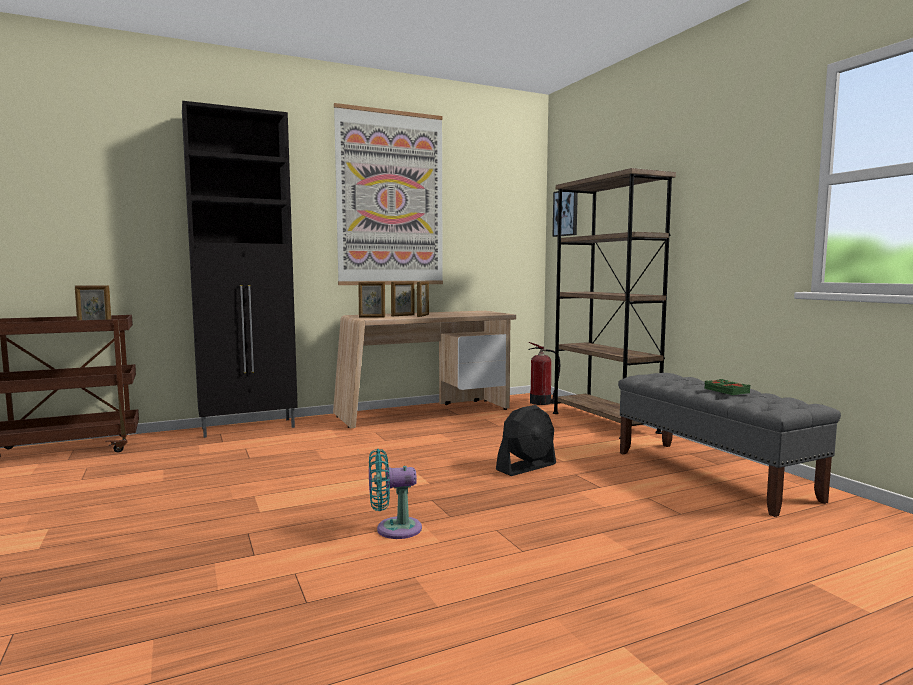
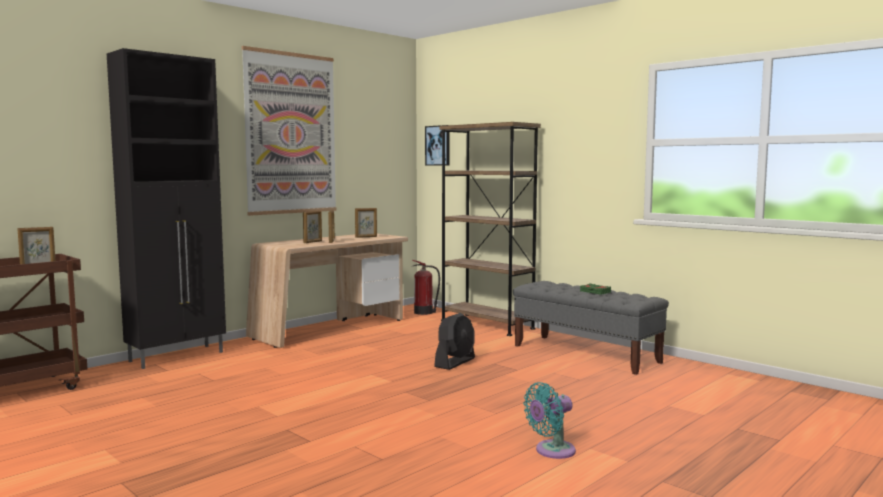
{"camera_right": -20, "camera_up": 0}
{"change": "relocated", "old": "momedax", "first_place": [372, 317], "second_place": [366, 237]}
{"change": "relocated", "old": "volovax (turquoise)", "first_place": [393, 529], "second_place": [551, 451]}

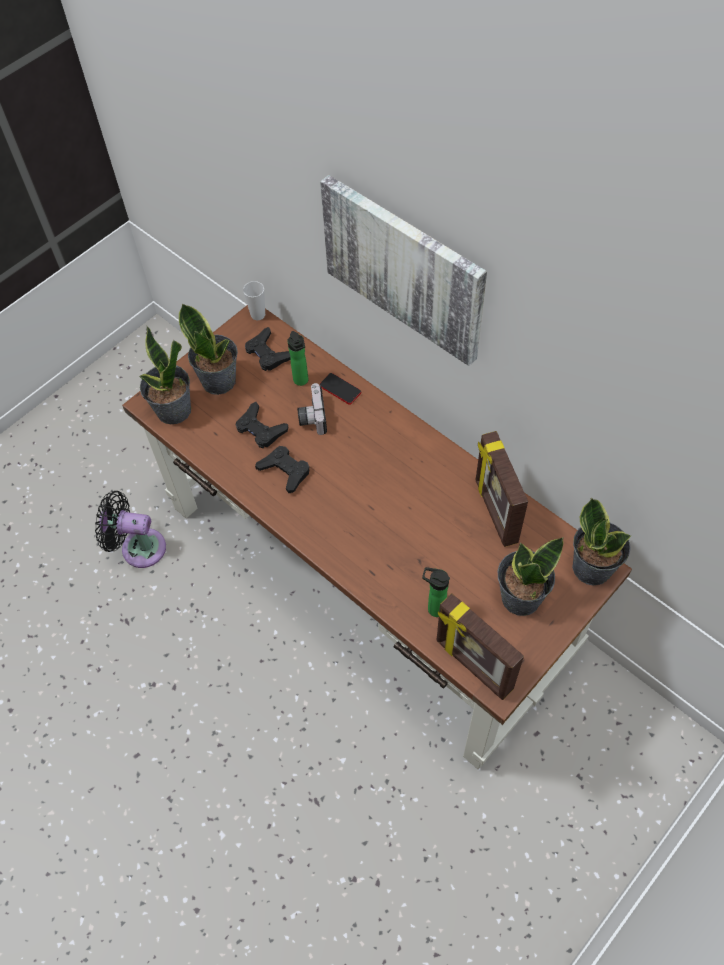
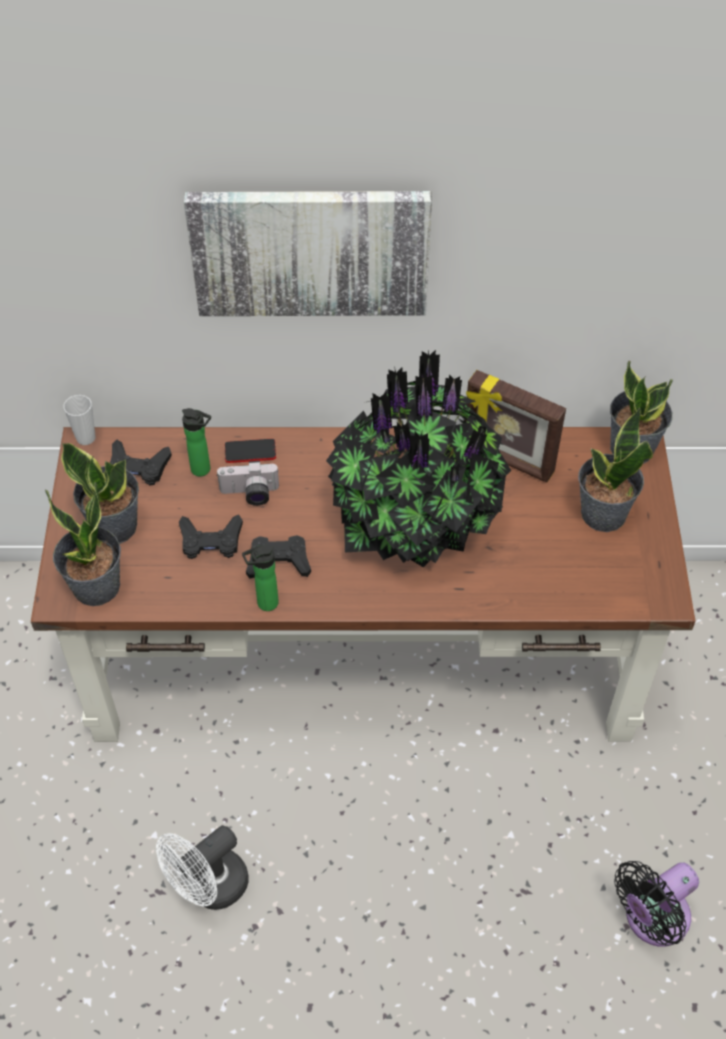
{"camera_right": -45, "camera_up": -5}
{"change": "appeared", "new": "volovax (white)", "second_place": [209, 888]}
{"change": "spun", "old": "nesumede", "first_place": [311, 416], "second_place": [249, 494], "degrees": -45}
{"change": "relocated", "old": "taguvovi", "first_place": [433, 608], "second_place": [264, 604]}
{"change": "appeared", "new": "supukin", "second_place": [415, 517]}
{"change": "relocated", "old": "volovax (black)", "first_place": [139, 547], "second_place": [651, 919]}
{"change": "missing", "old": "momedax", "first_place": [473, 666]}

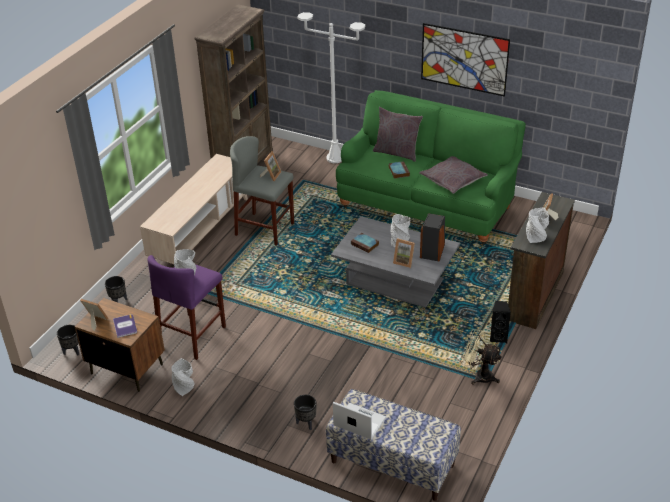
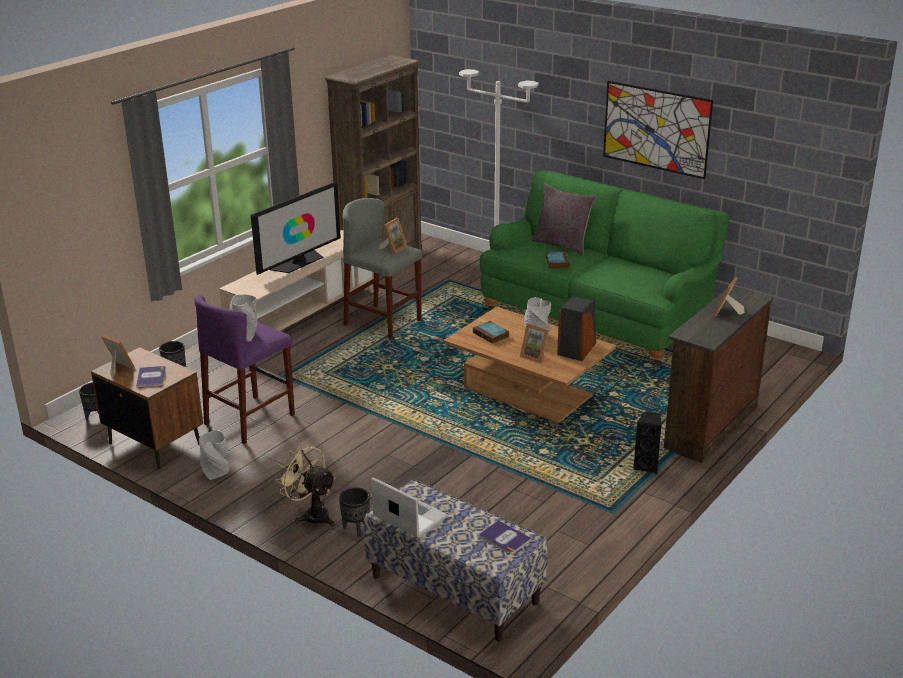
{"camera_right": 10, "camera_up": -10}
{"change": "appeared", "new": "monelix", "second_place": [299, 262]}
{"change": "relocated", "old": "volovax (beige)", "first_place": [479, 376], "second_place": [311, 514]}
{"change": "colour", "old": "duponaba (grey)", "new": "duponaba (brown)", "first_place": [395, 282], "second_place": [528, 392]}
{"change": "appeared", "new": "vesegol", "second_place": [504, 538]}
{"change": "missing", "old": "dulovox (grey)", "first_place": [452, 180]}
{"change": "missing", "old": "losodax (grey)", "first_place": [536, 238]}

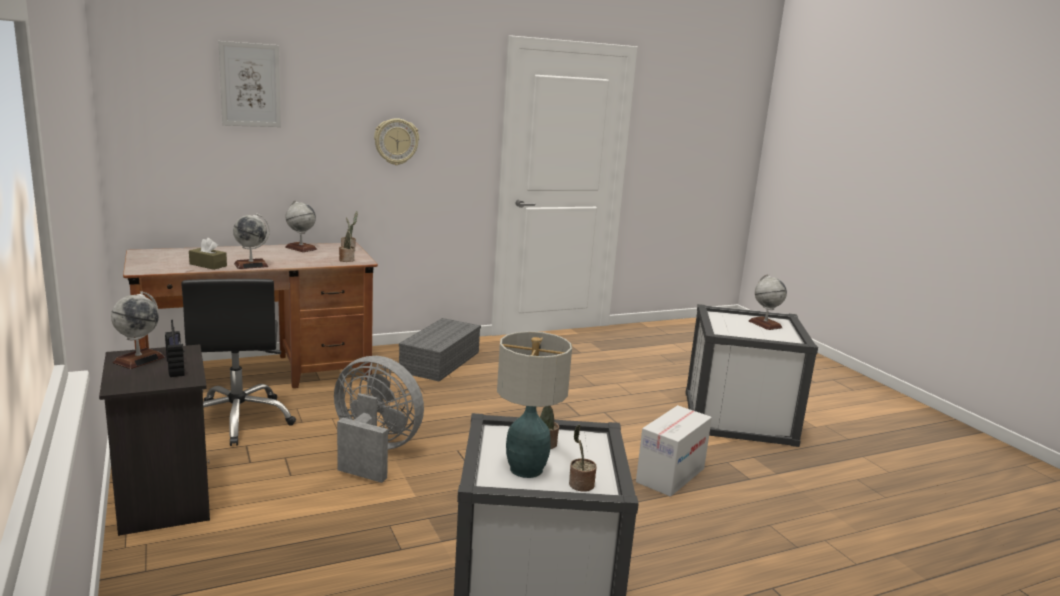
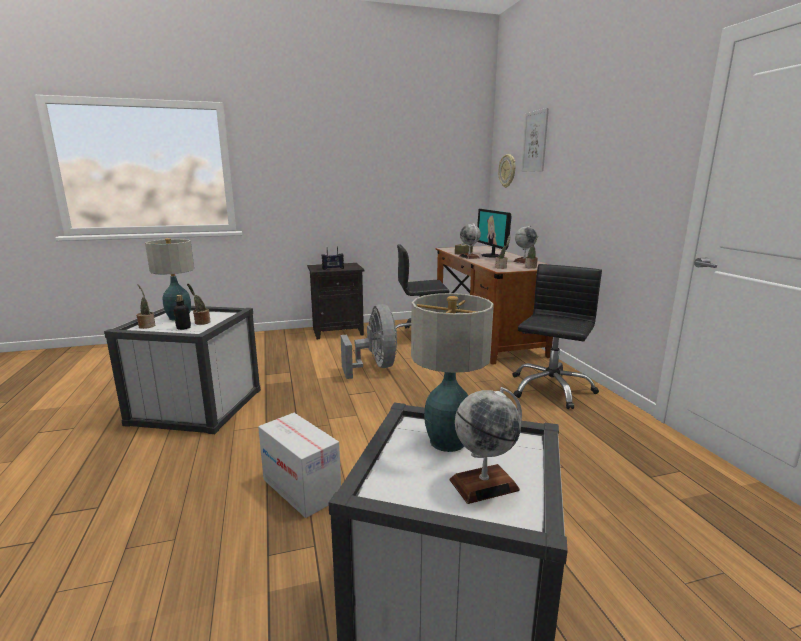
{"camera_right": 100, "camera_up": 0}
{"change": "appeared", "new": "taguvovi", "second_place": [183, 328]}
{"change": "spun", "old": "volovax (grey)", "first_place": [373, 453], "second_place": [375, 367], "degrees": -45}
{"change": "appeared", "new": "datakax", "second_place": [447, 441]}
{"change": "appeared", "new": "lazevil", "second_place": [492, 255]}
{"change": "relocated", "old": "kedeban", "first_place": [396, 141], "second_place": [507, 171]}
{"change": "exchanged", "old": "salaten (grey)", "new": "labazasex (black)", "first_place": [440, 361], "second_place": [550, 389]}
{"change": "missing", "old": "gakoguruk", "first_place": [139, 360]}

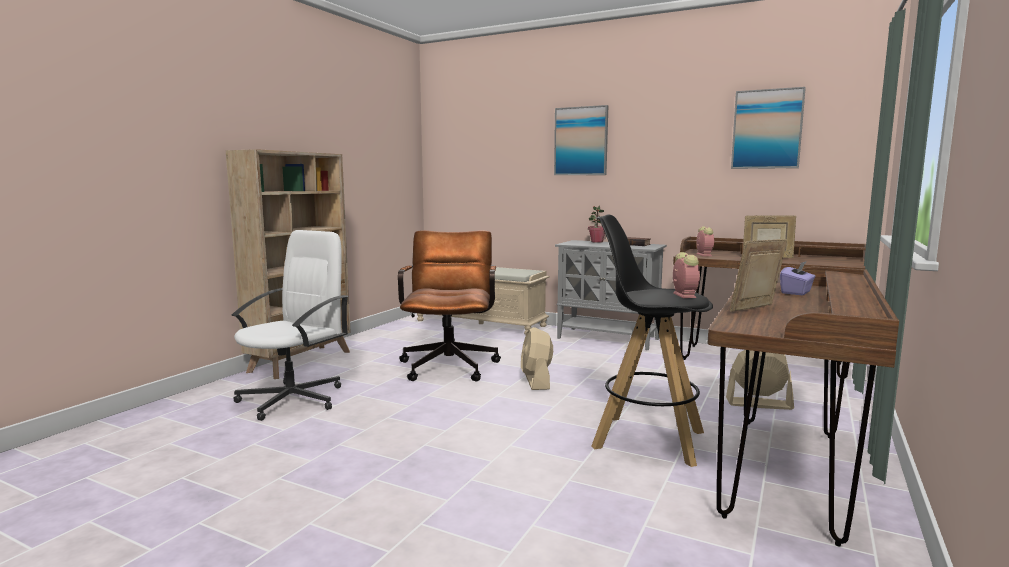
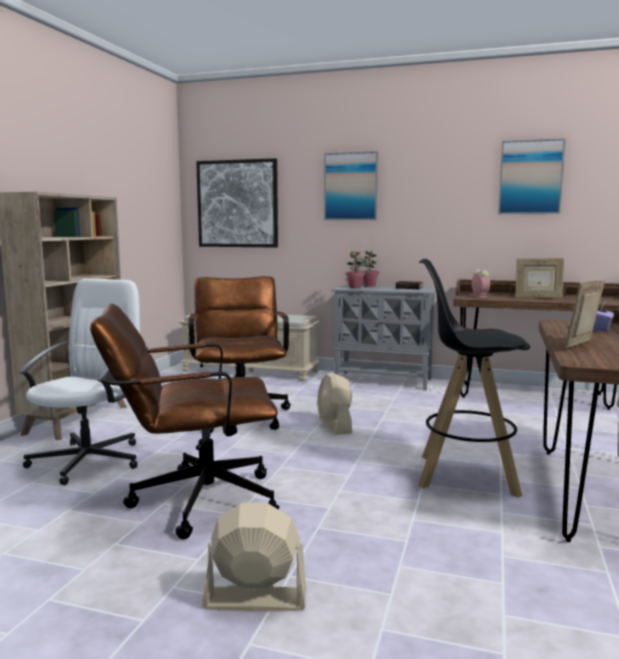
{"camera_right": -10, "camera_up": 0}
{"change": "appeared", "new": "labazasex (brown)", "second_place": [191, 501]}
{"change": "appeared", "new": "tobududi", "second_place": [237, 204]}
{"change": "relocated", "old": "volovax (beige)", "first_place": [758, 403], "second_place": [254, 599]}
{"change": "appeared", "new": "supukin", "second_place": [355, 287]}
{"change": "missing", "old": "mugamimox", "first_place": [683, 295]}

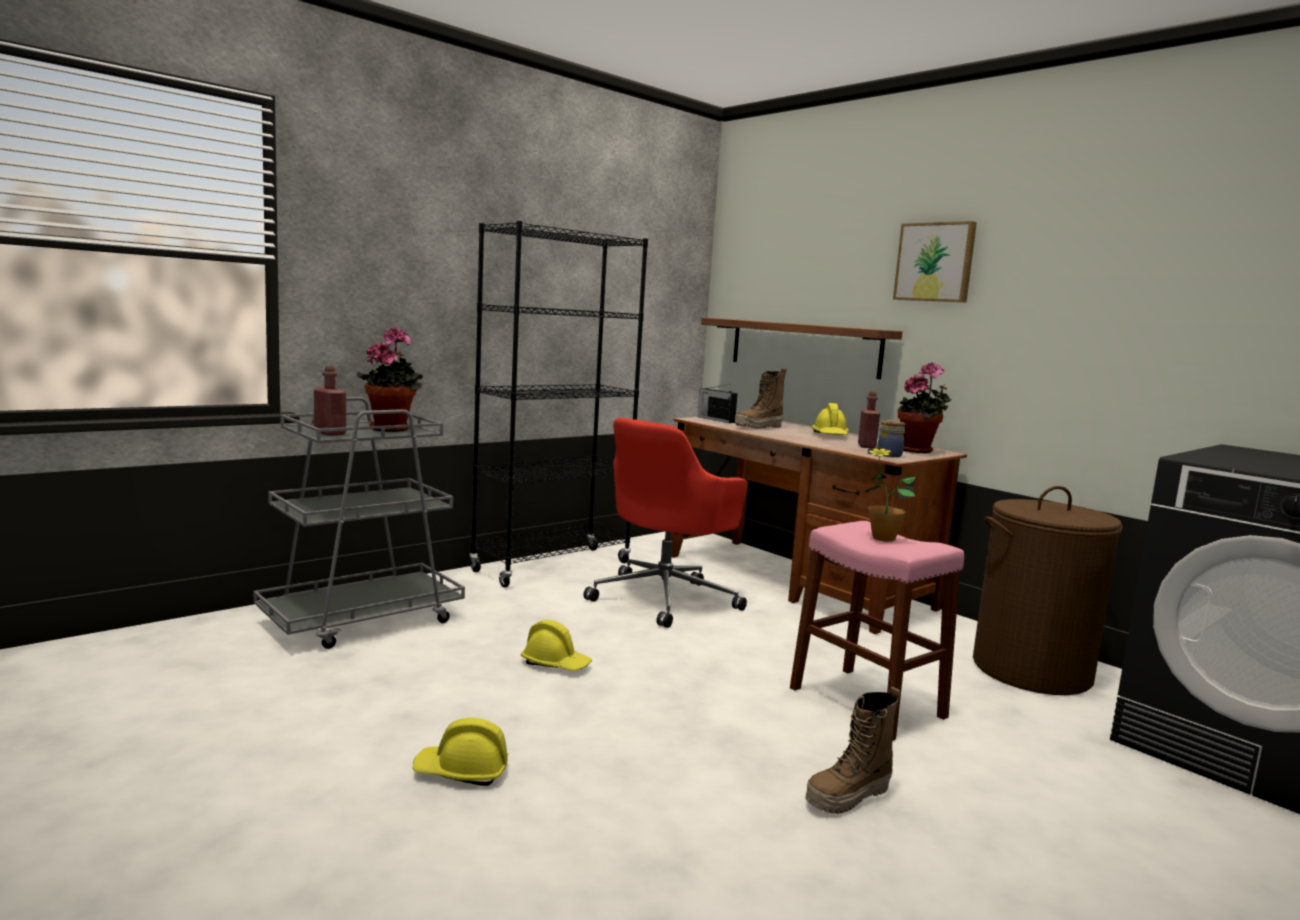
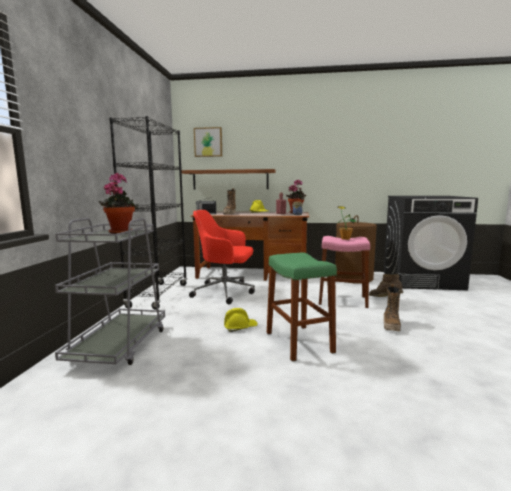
{"camera_right": -40, "camera_up": 0}
{"change": "spun", "old": "labazasex (red)", "first_place": [665, 598], "second_place": [225, 292], "degrees": 105}
{"change": "relocated", "old": "tobududi", "first_place": [935, 262], "second_place": [208, 142]}
{"change": "appeared", "new": "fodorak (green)", "second_place": [299, 342]}
{"change": "appeared", "new": "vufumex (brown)", "second_place": [385, 299]}
{"change": "missing", "old": "taguvovi (red)", "first_place": [330, 433]}
{"change": "missing", "old": "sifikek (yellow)", "first_place": [461, 772]}

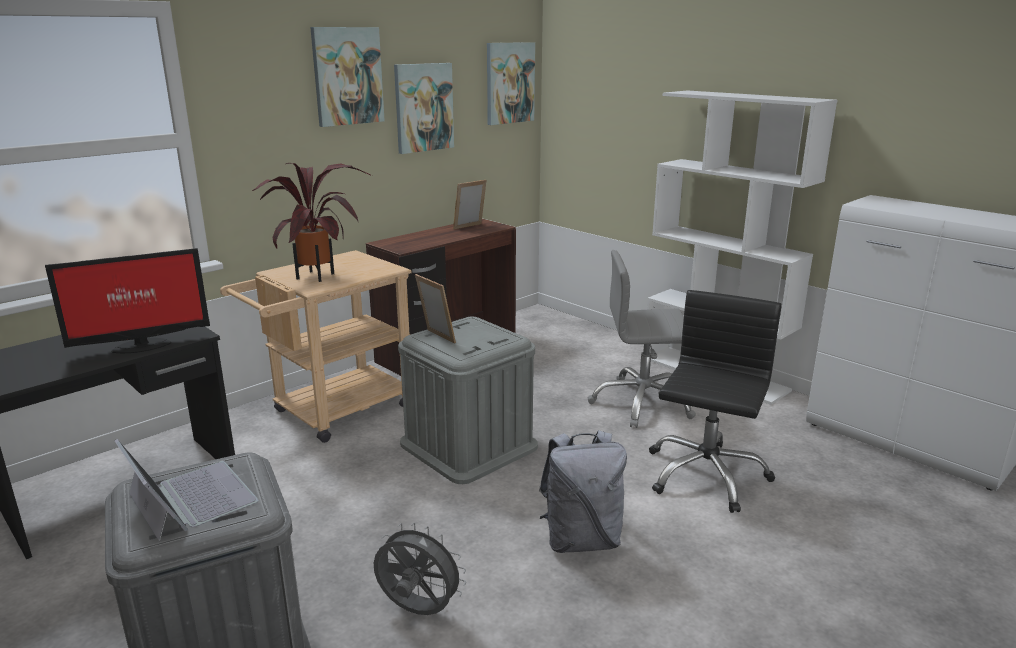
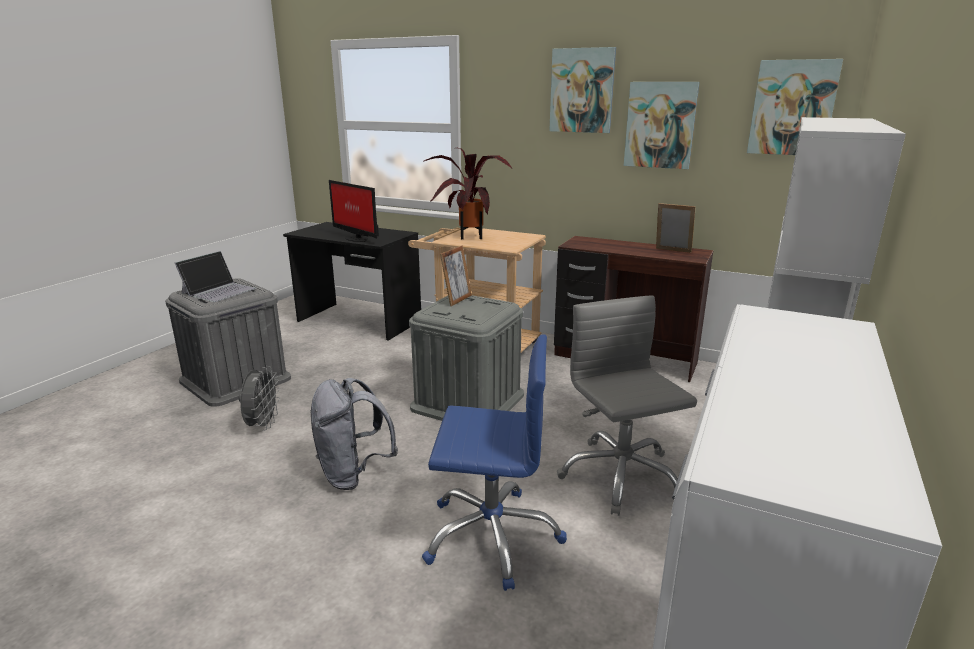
{"camera_right": 70, "camera_up": 0}
{"change": "colour", "old": "labazasex (black)", "new": "labazasex (blue)", "first_place": [705, 474], "second_place": [492, 535]}

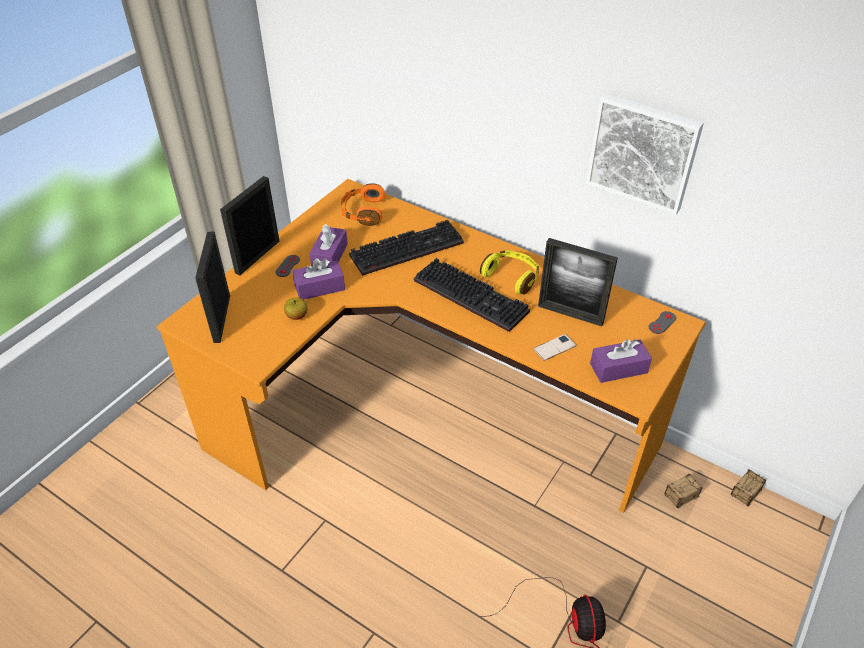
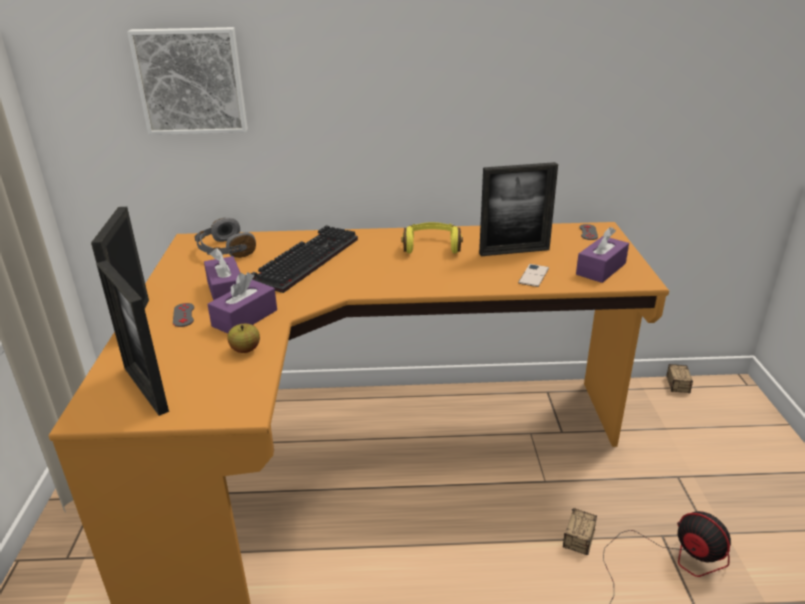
{"camera_right": -35, "camera_up": -15}
{"change": "relocated", "old": "tobududi", "first_place": [643, 152], "second_place": [191, 81]}
{"change": "colour", "old": "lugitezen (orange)", "new": "lugitezen (grey)", "first_place": [363, 212], "second_place": [225, 250]}
{"change": "relocated", "old": "salaten", "first_place": [666, 503], "second_place": [573, 557]}
{"change": "missing", "old": "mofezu", "first_place": [473, 296]}

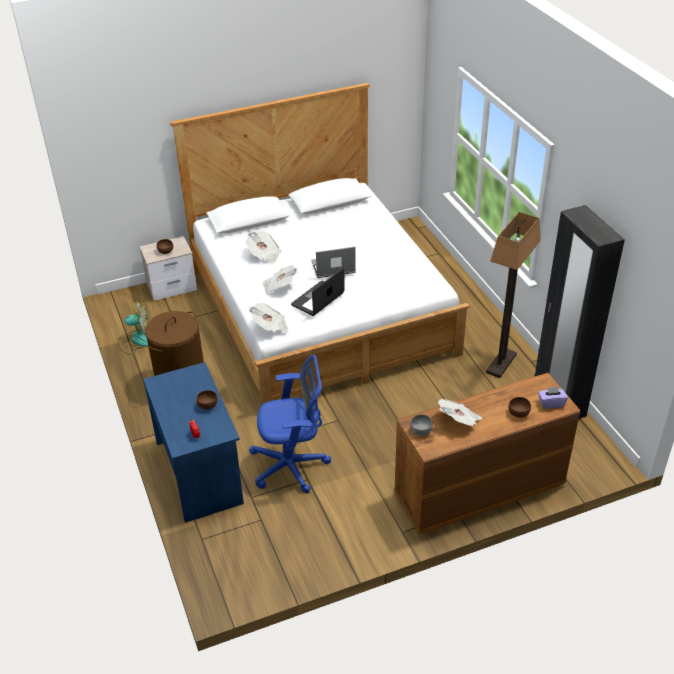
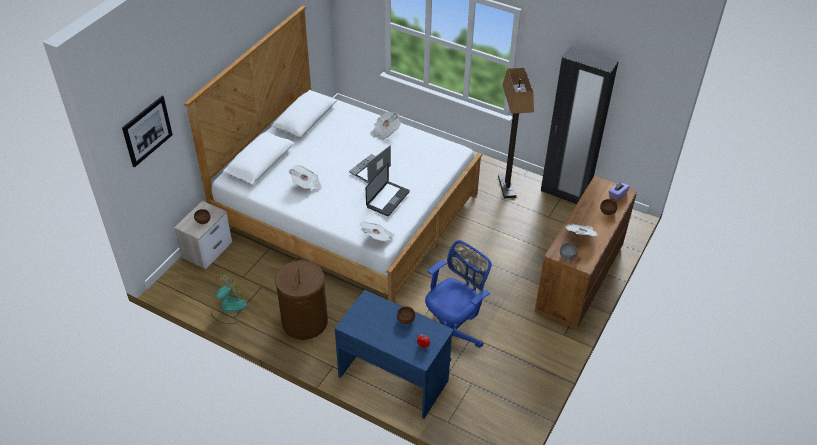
{"camera_right": -40, "camera_up": 5}
{"change": "appeared", "new": "tobududi", "second_place": [147, 131]}
{"change": "spun", "old": "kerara", "first_place": [318, 299], "second_place": [388, 199], "degrees": -150}
{"change": "relocated", "old": "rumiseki", "first_place": [279, 286], "second_place": [385, 132]}

